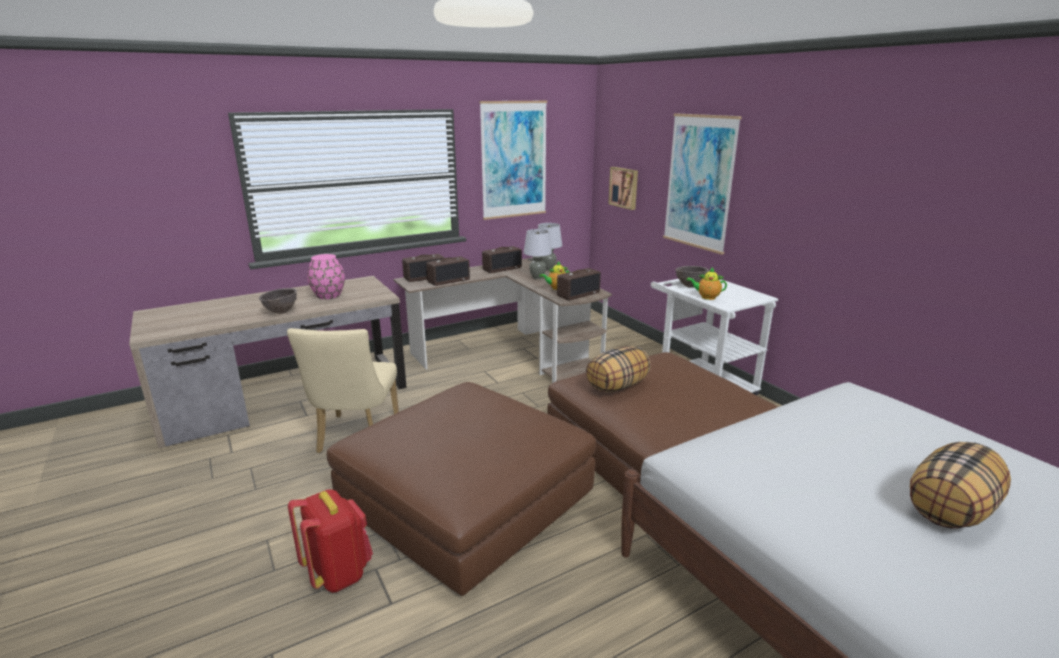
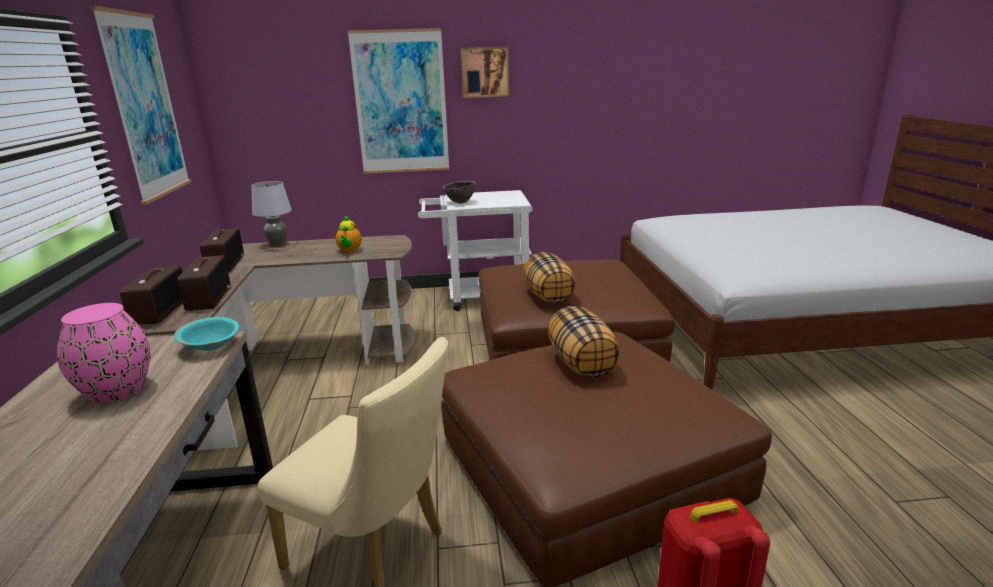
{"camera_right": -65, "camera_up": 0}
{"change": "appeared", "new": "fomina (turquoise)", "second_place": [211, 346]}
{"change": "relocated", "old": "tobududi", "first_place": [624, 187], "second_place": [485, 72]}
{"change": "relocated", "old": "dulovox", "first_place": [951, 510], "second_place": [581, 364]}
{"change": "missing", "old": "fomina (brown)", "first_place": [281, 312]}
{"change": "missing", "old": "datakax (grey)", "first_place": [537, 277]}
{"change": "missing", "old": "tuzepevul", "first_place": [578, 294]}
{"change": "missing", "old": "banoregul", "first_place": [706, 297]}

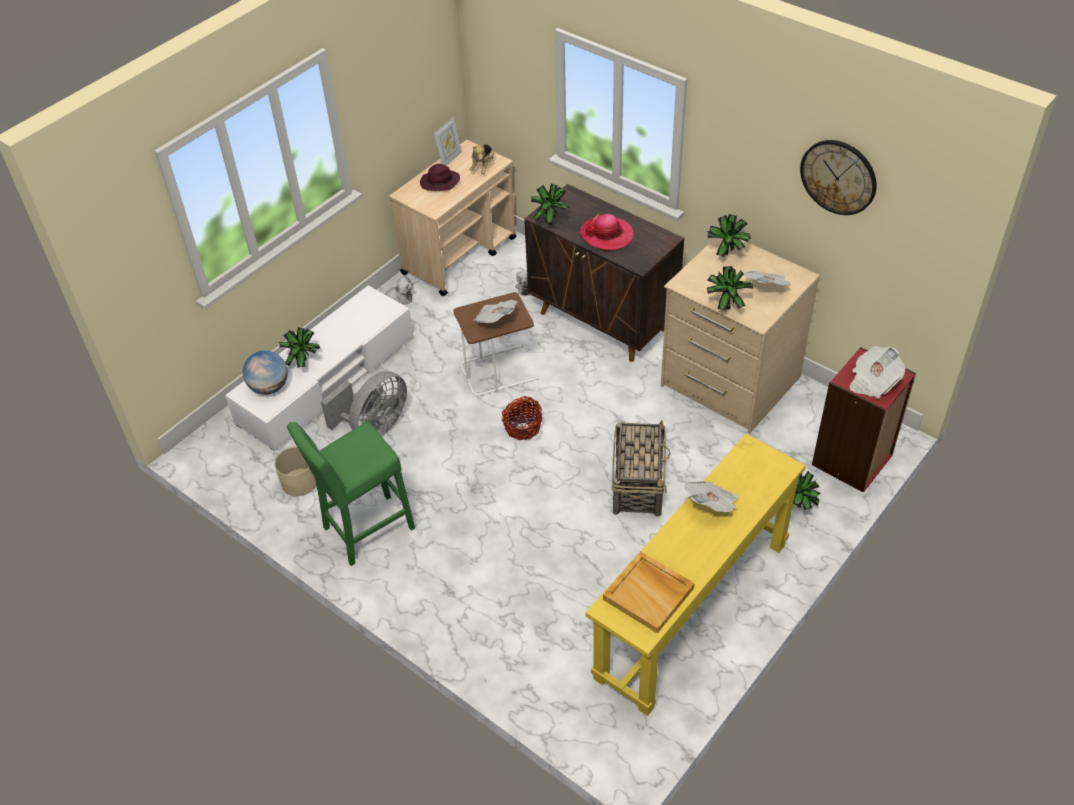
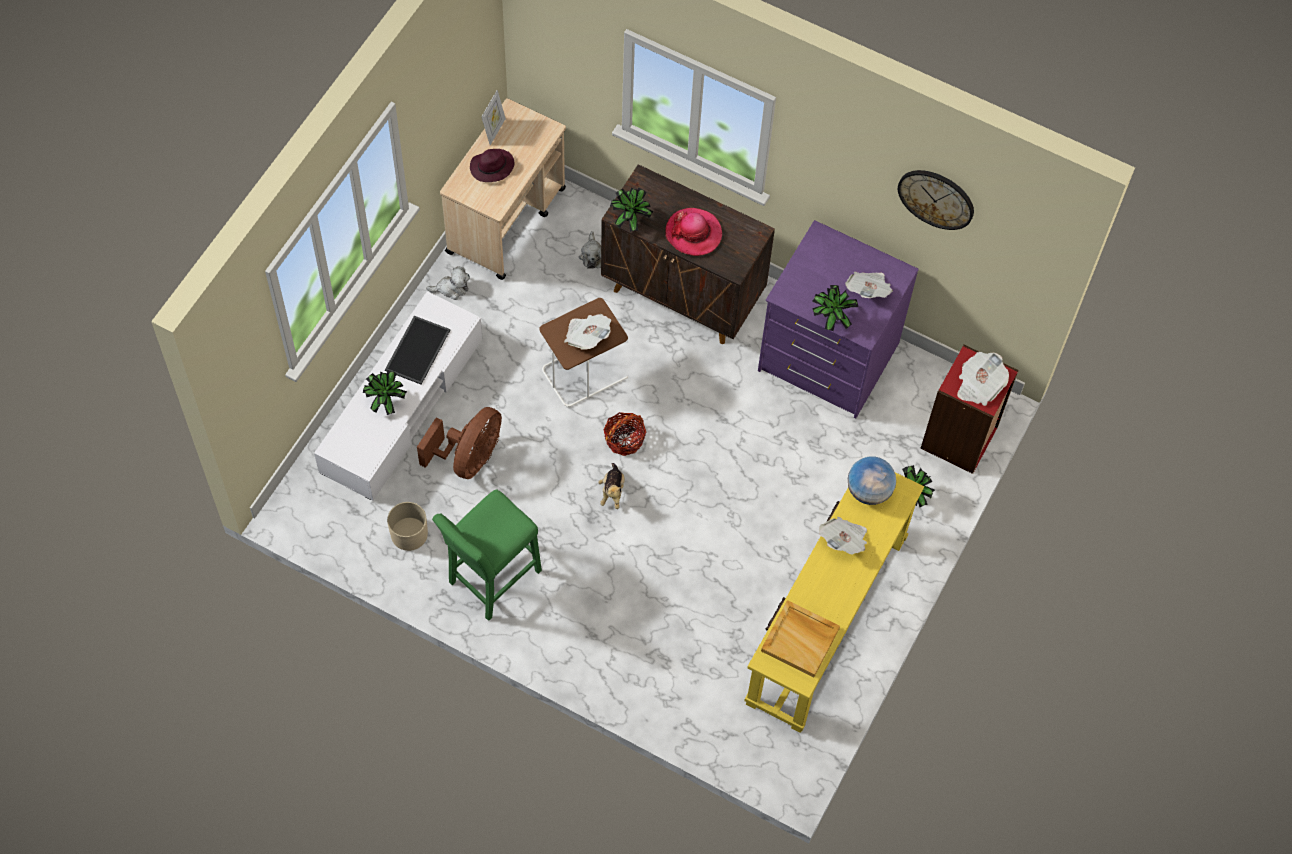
{"camera_right": -15, "camera_up": 15}
{"change": "appeared", "new": "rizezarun", "second_place": [417, 349]}
{"change": "colour", "old": "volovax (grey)", "new": "volovax (brown)", "first_place": [374, 427], "second_place": [469, 458]}
{"change": "relocated", "old": "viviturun", "first_place": [483, 166], "second_place": [612, 491]}
{"change": "colour", "old": "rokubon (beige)", "new": "rokubon (purple)", "first_place": [729, 382], "second_place": [827, 358]}
{"change": "relocated", "old": "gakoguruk", "first_place": [269, 387], "second_place": [869, 491]}
{"change": "missing", "old": "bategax", "first_place": [638, 484]}
{"change": "missing", "old": "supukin", "first_place": [728, 255]}

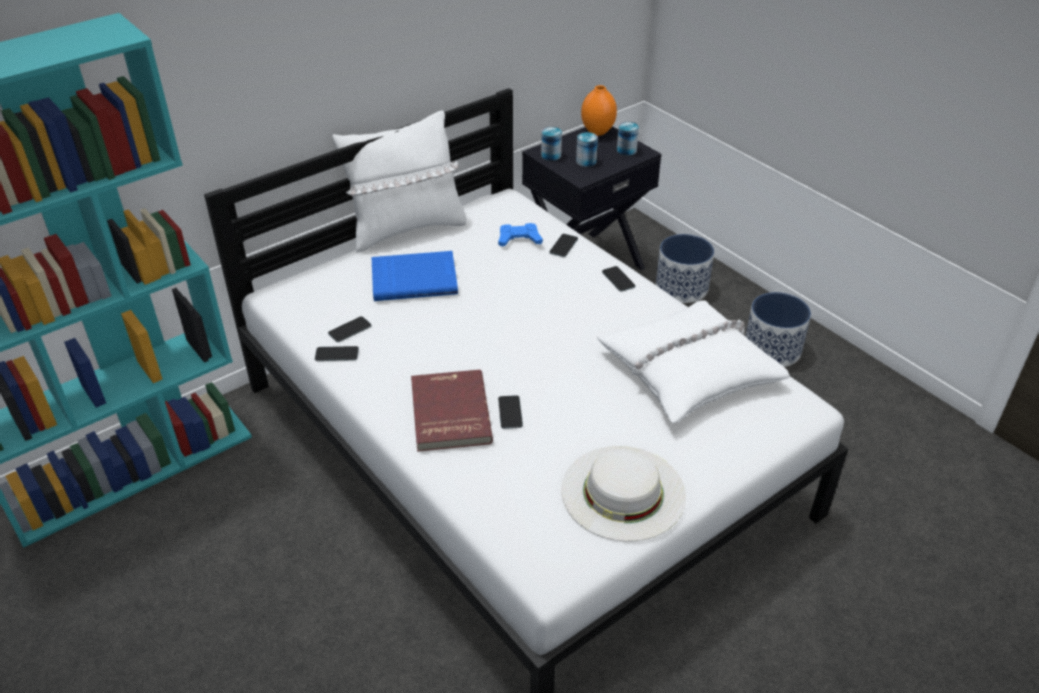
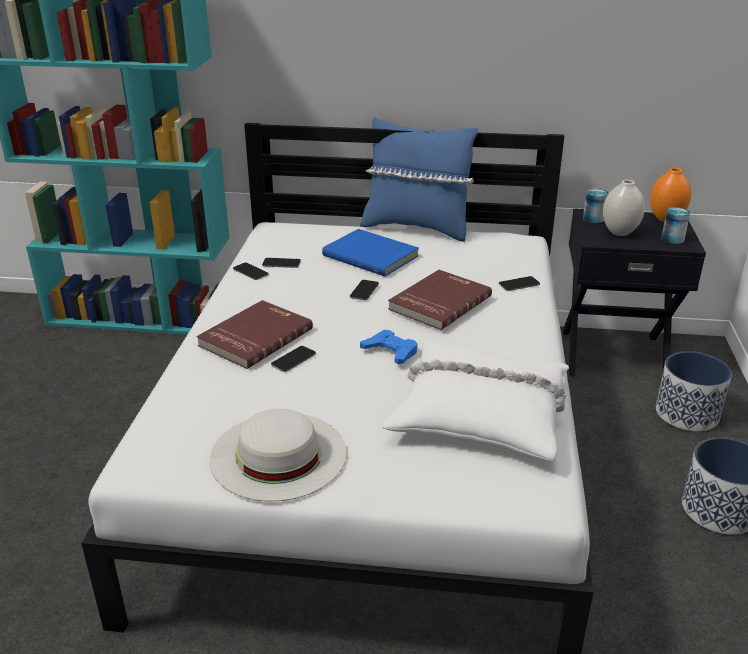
{"camera_right": 45, "camera_up": -10}
{"change": "relocated", "old": "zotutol", "first_place": [618, 279], "second_place": [364, 290]}
{"change": "colour", "old": "dulovox (white)", "new": "dulovox (blue)", "first_place": [406, 229], "second_place": [416, 227]}
{"change": "relocated", "old": "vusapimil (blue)", "first_place": [519, 239], "second_place": [390, 351]}
{"change": "appeared", "new": "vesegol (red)", "second_place": [438, 302]}
{"change": "exchanged", "old": "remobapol", "new": "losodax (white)", "first_place": [586, 161], "second_place": [619, 232]}

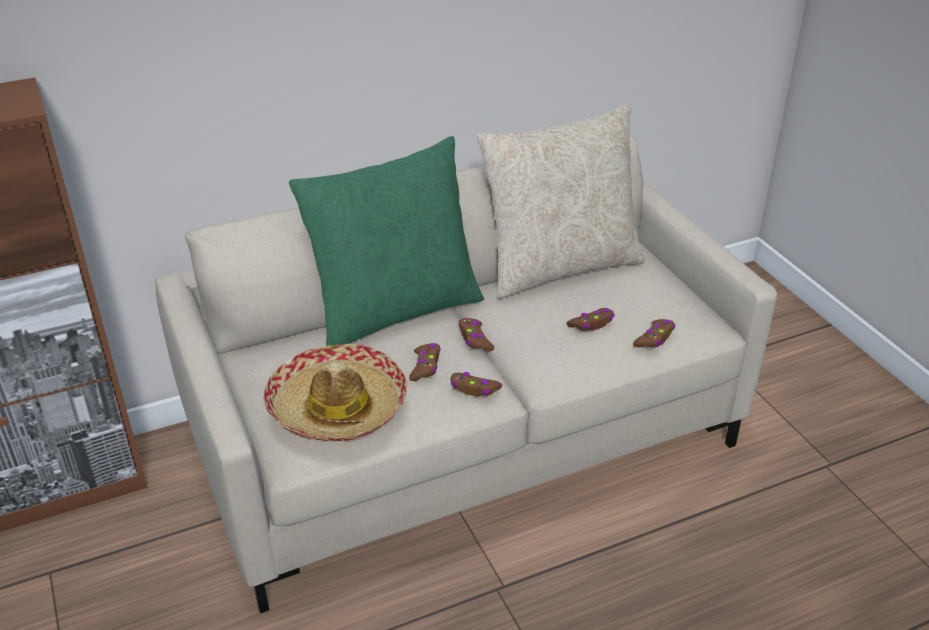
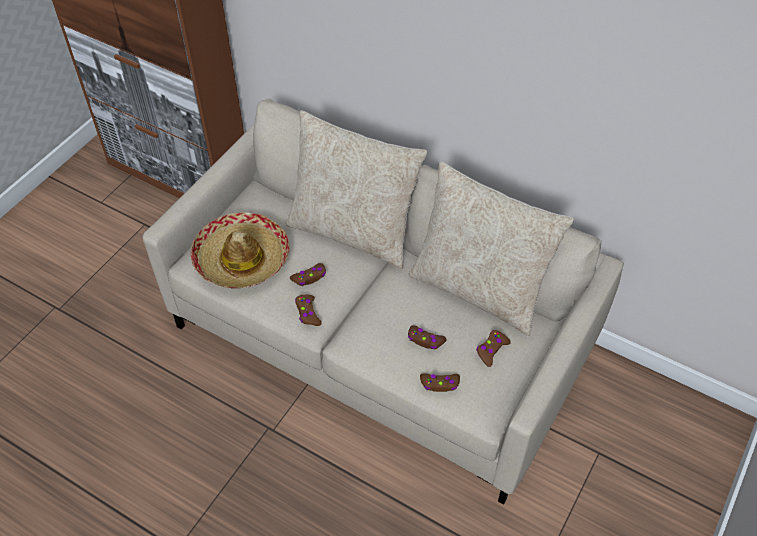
{"camera_right": 55, "camera_up": 15}
{"change": "colour", "old": "dulovox (green)", "new": "dulovox (beige)", "first_place": [395, 310], "second_place": [353, 231]}
{"change": "relocated", "old": "vusapimil (brown)", "first_place": [475, 339], "second_place": [491, 350]}

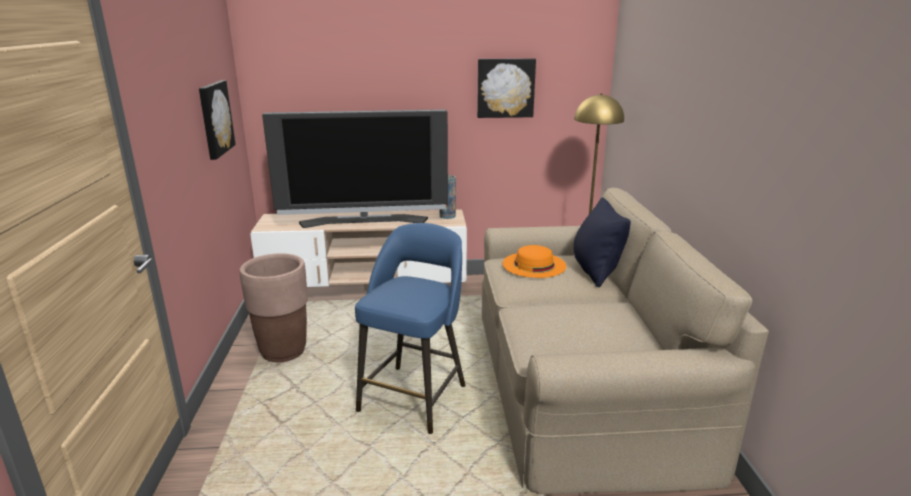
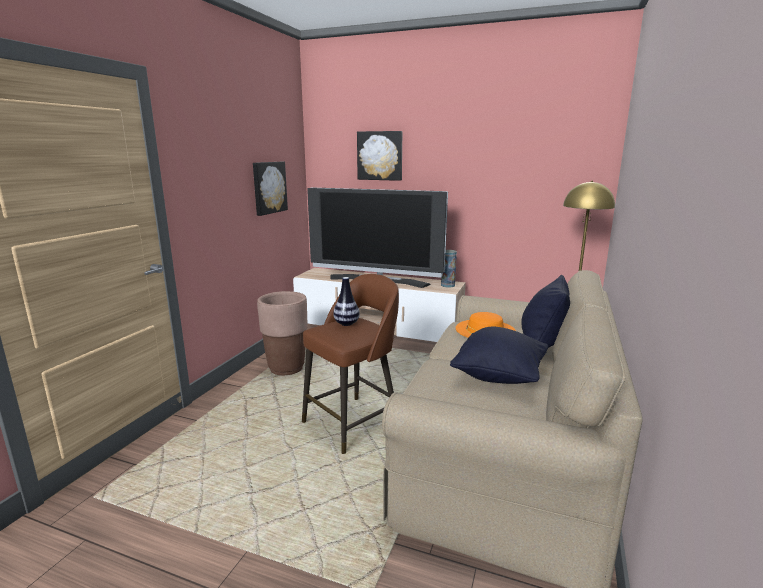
{"camera_right": 25, "camera_up": -5}
{"change": "colour", "old": "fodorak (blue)", "new": "fodorak (brown)", "first_place": [414, 396], "second_place": [353, 423]}
{"change": "appeared", "new": "losodax", "second_place": [346, 324]}
{"change": "relocated", "old": "tobududi", "first_place": [505, 88], "second_place": [380, 155]}
{"change": "appeared", "new": "dulovox (black)", "second_place": [499, 376]}

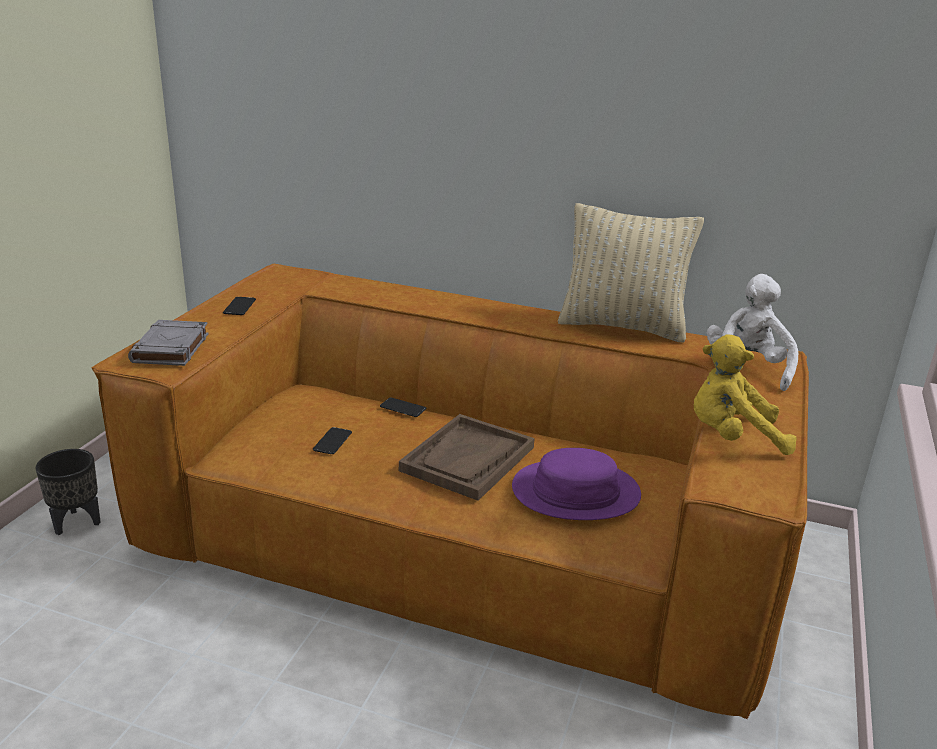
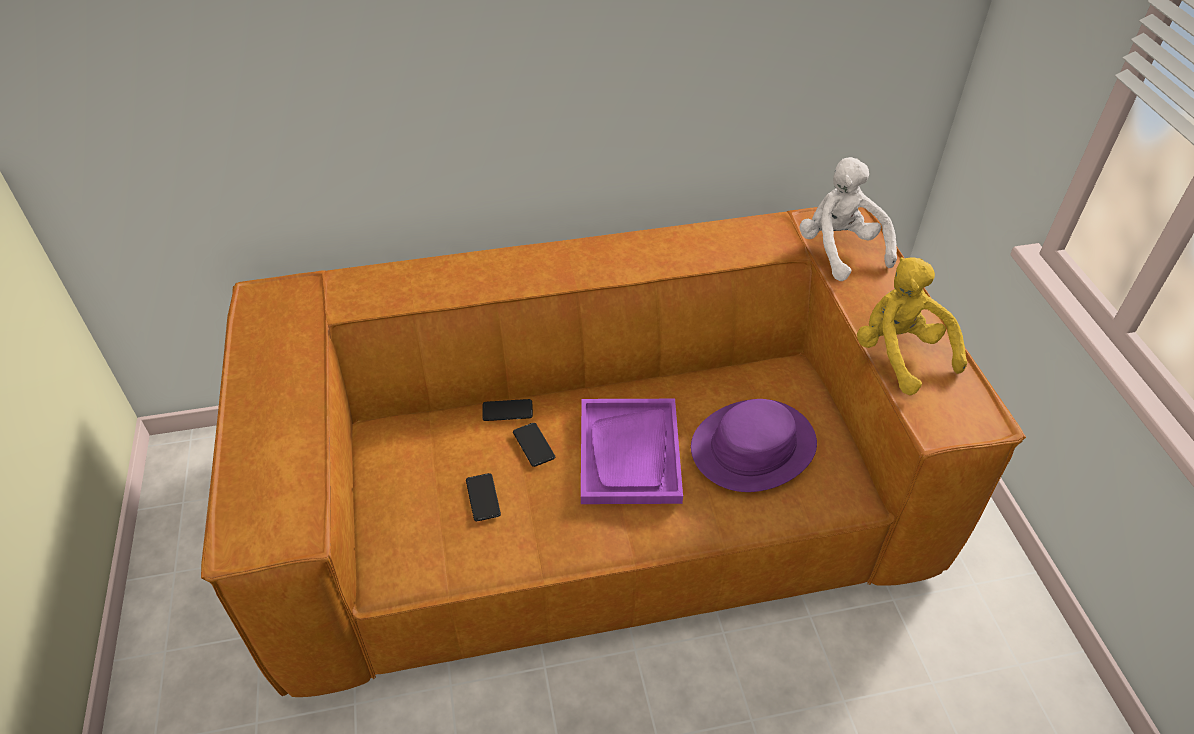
{"camera_right": -30, "camera_up": 20}
{"change": "relocated", "old": "zotutol", "first_place": [239, 307], "second_place": [533, 445]}
{"change": "colour", "old": "rizezarun (brown)", "new": "rizezarun (purple)", "first_place": [468, 459], "second_place": [630, 453]}
{"change": "spun", "old": "viviturun (yellow)", "first_place": [732, 437], "second_place": [899, 354], "degrees": 90}
{"change": "missing", "old": "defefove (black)", "first_place": [76, 522]}
{"change": "missing", "old": "vesegol (grey)", "first_place": [170, 349]}
{"change": "missing", "old": "dulovox (beige)", "first_place": [622, 327]}

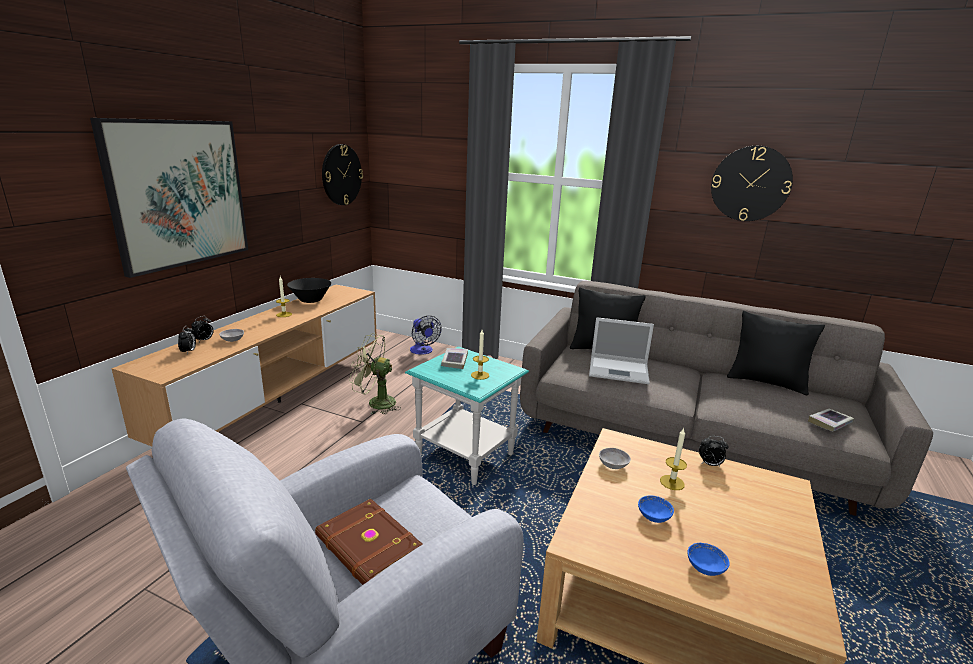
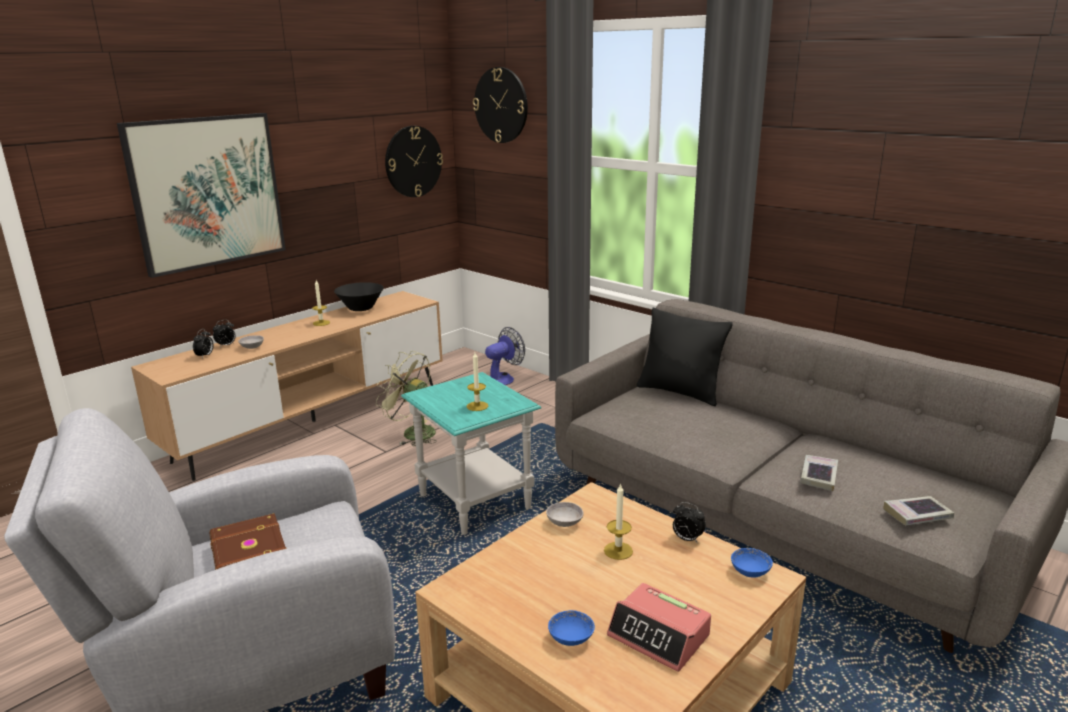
{"camera_right": 20, "camera_up": 0}
{"change": "relocated", "old": "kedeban", "first_place": [750, 184], "second_place": [501, 105]}
{"change": "spun", "old": "volovax", "first_place": [423, 351], "second_place": [503, 378], "degrees": -120}
{"change": "appeared", "new": "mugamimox", "second_place": [659, 636]}
{"change": "relocated", "old": "fomina (blue)", "first_place": [654, 516], "second_place": [750, 571]}
{"change": "relocated", "old": "vesegol", "first_place": [454, 361], "second_place": [818, 476]}
{"change": "missing", "old": "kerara", "first_place": [620, 370]}
{"change": "missing", "old": "dulovox (black)", "first_place": [766, 382]}

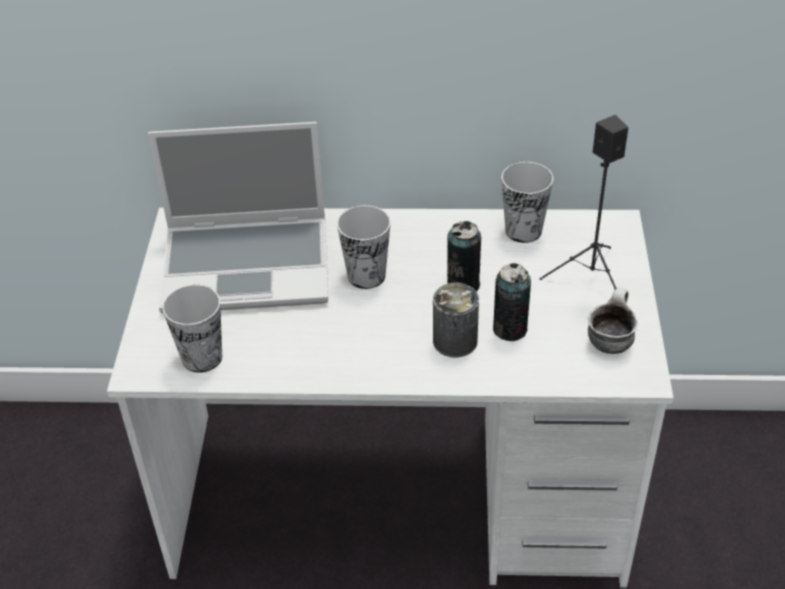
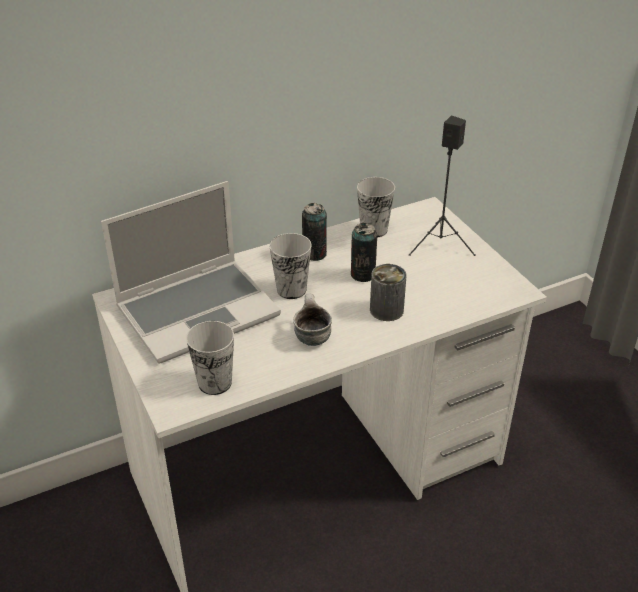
{"camera_right": -30, "camera_up": -5}
{"change": "relocated", "old": "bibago", "first_place": [609, 338], "second_place": [310, 335]}
{"change": "relocated", "old": "remobapol", "first_place": [510, 329], "second_place": [314, 254]}

